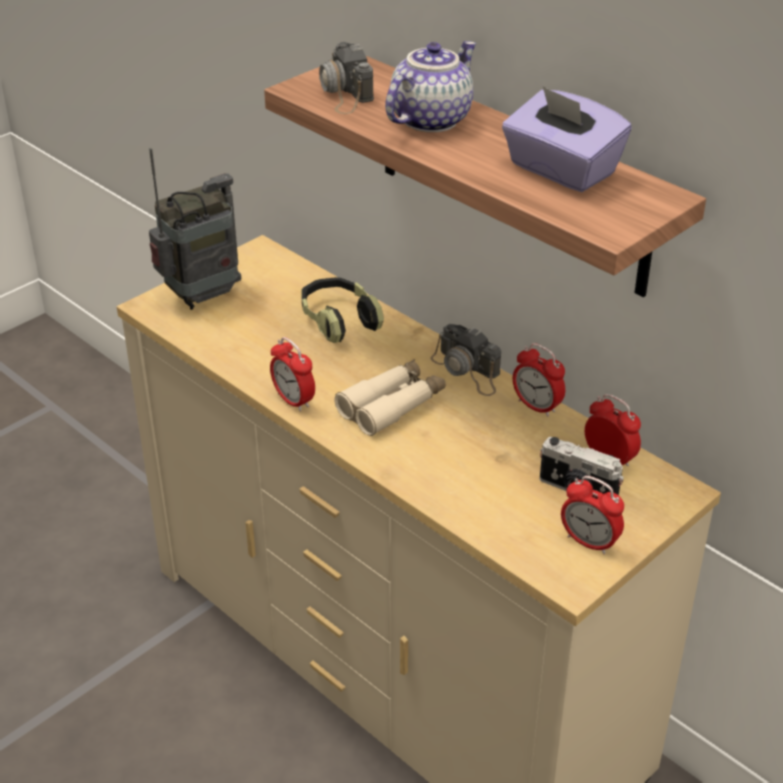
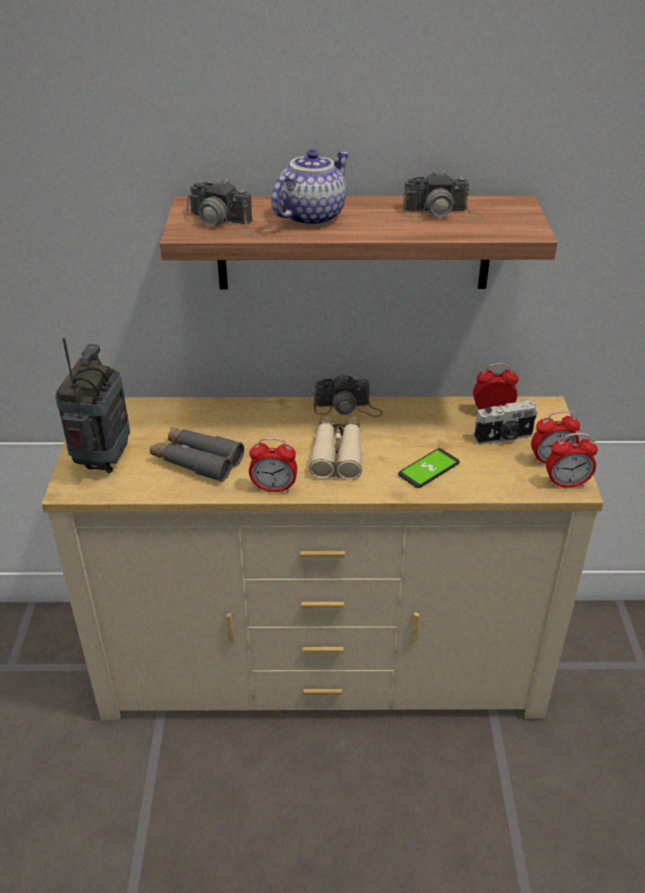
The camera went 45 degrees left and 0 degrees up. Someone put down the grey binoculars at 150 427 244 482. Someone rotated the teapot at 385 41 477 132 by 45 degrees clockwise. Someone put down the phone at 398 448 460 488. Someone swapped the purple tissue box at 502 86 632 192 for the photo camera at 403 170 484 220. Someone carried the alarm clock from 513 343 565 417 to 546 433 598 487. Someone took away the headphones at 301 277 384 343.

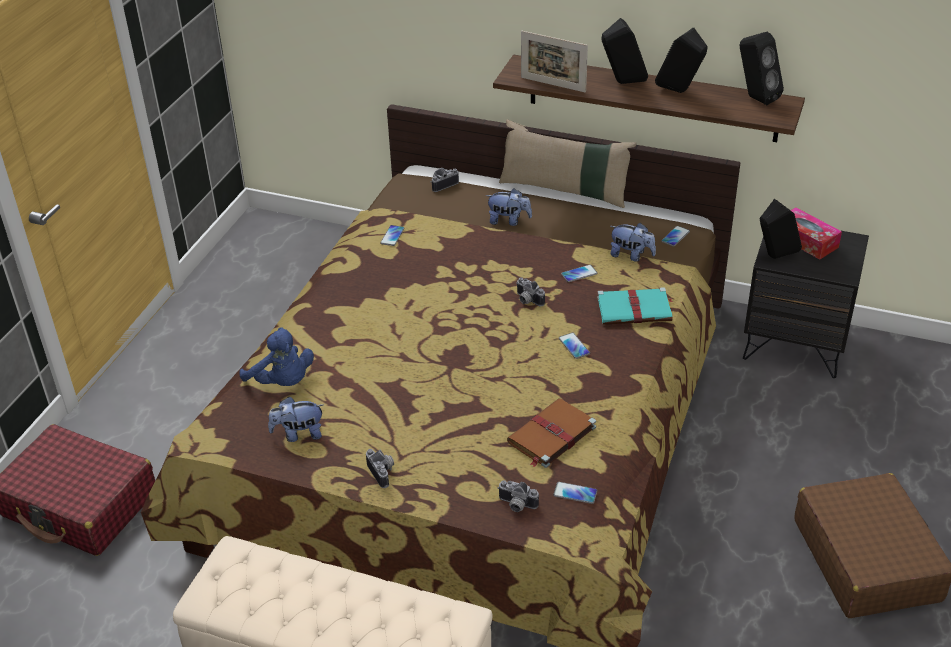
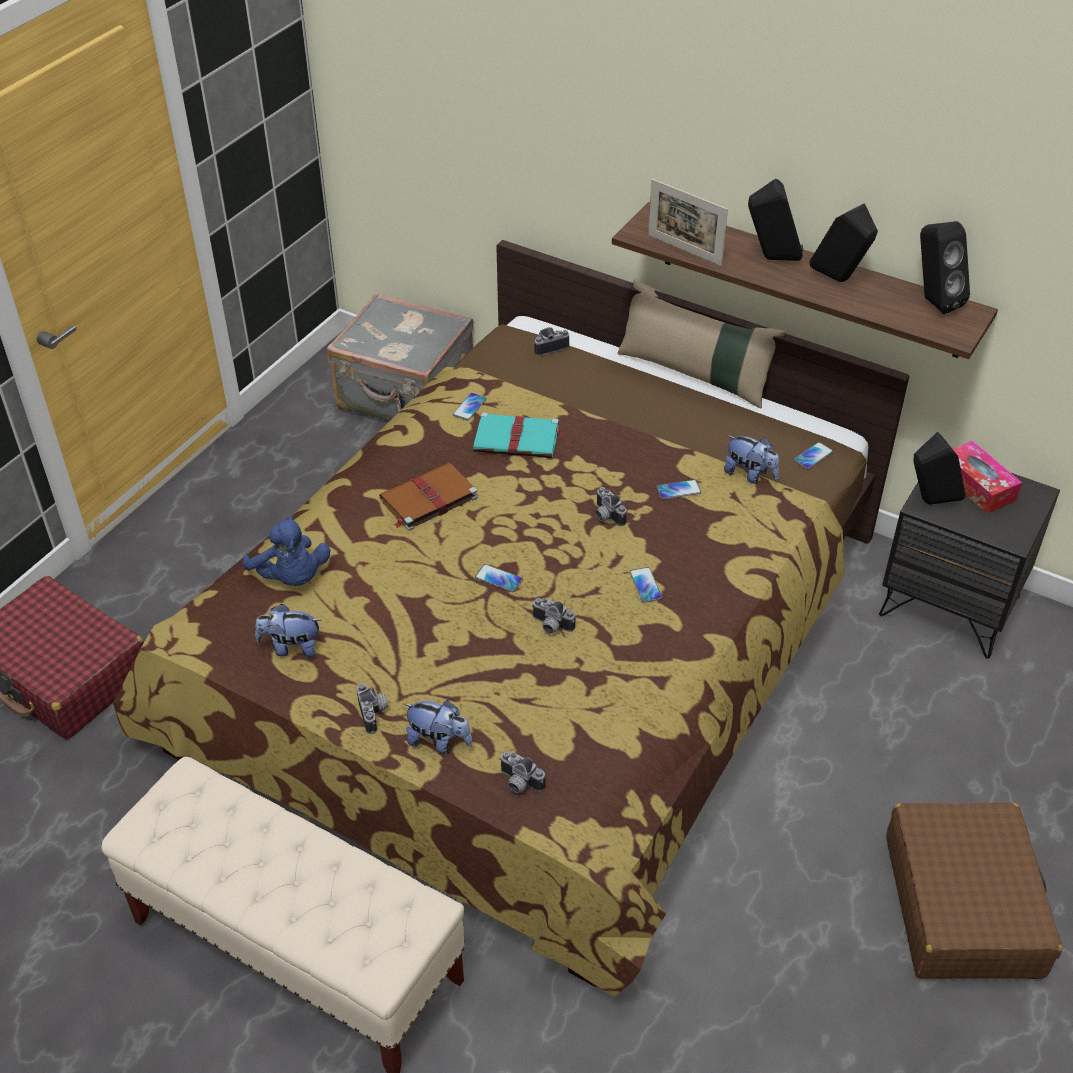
The camera went 10 degrees right and 5 degrees up. Someone put down the grey suitcase at 327 293 473 421. Someone carried the brown book from 507 398 596 468 to 379 463 478 531. Someone carried the plush toy from 486 188 532 226 to 404 700 473 754. Someone carried the turquoise book from 597 287 673 324 to 473 412 564 458. Someone carried the phone from 553 482 598 504 to 475 564 523 592. Someone put down the photo camera at 532 598 575 634.

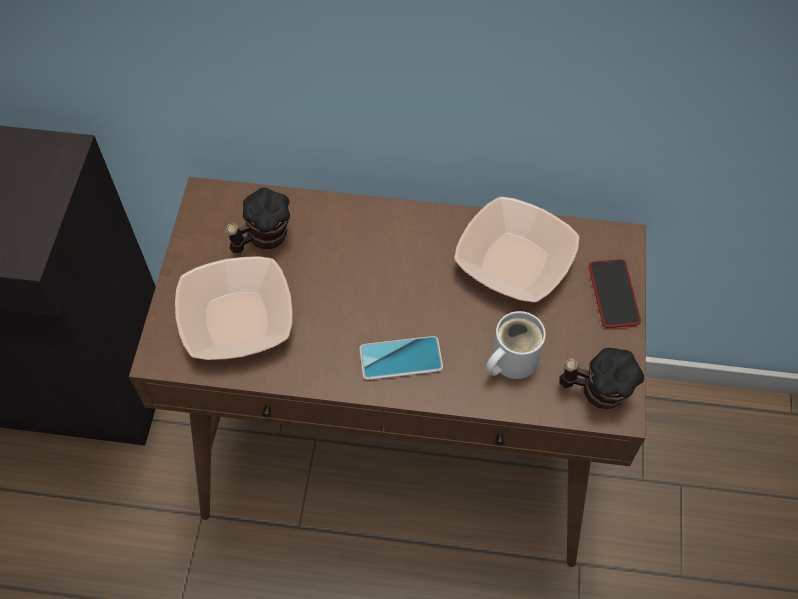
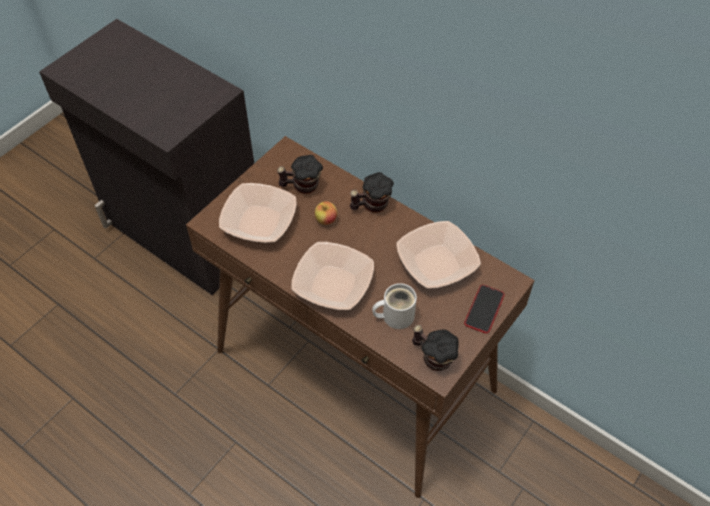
The camera went 30 degrees right and 5 degrees down. Someone swapped the phone at 359 336 443 380 for the bowl at 291 242 374 310. Someone put down the apple at 314 201 337 225. Someone put down the mug at 350 172 394 213.

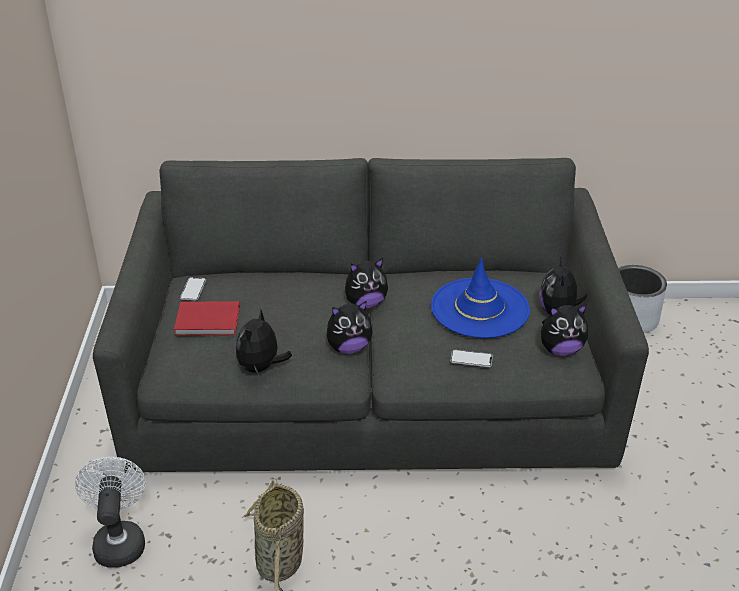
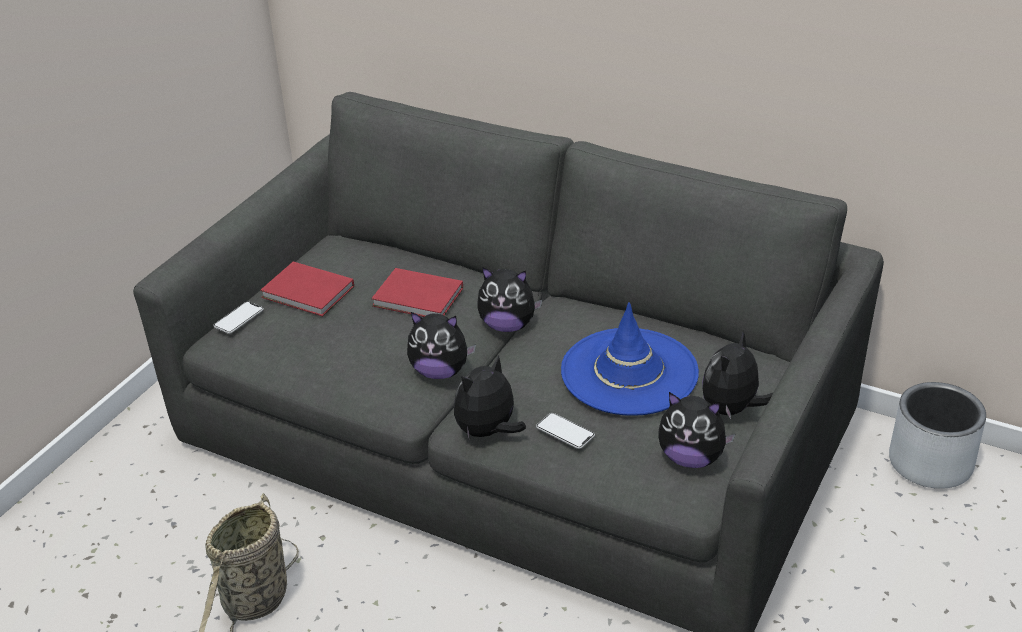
The camera went 30 degrees right and 0 degrees up. Someone carried the phone from 180 277 206 301 to 213 301 264 334. Someone put down the red book at 371 268 463 317. Someone carried the plush toy from 236 308 292 375 to 454 355 526 442. Someone took away the white fan at 75 457 146 568.

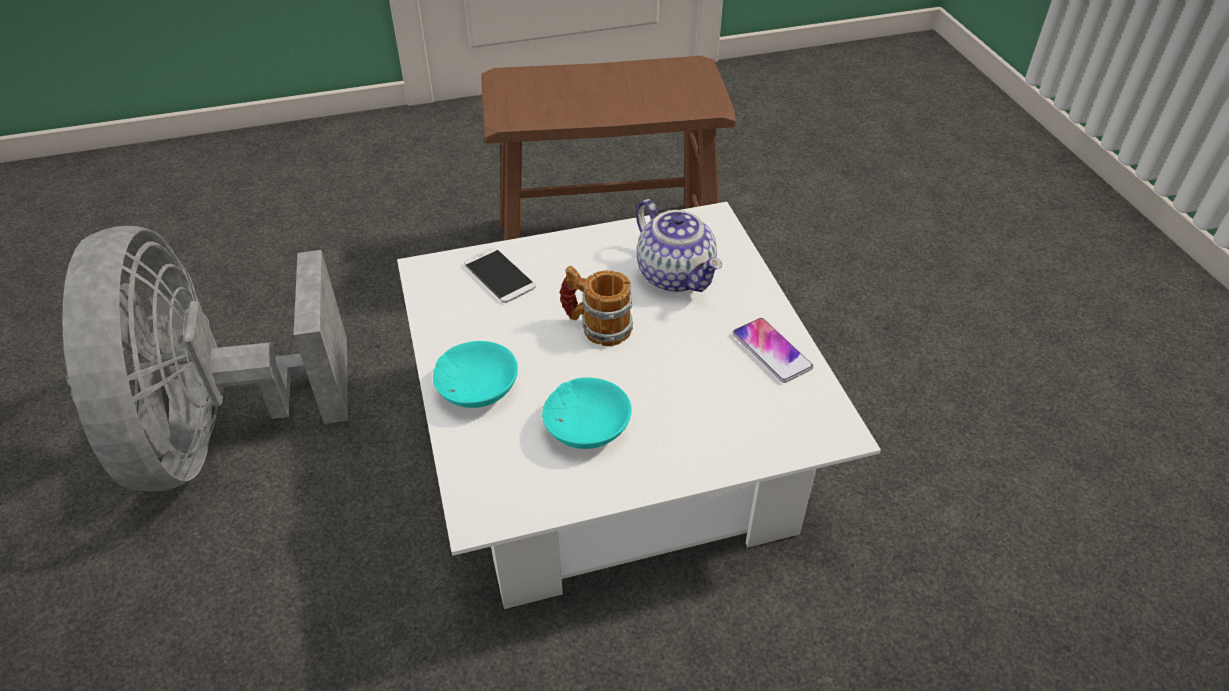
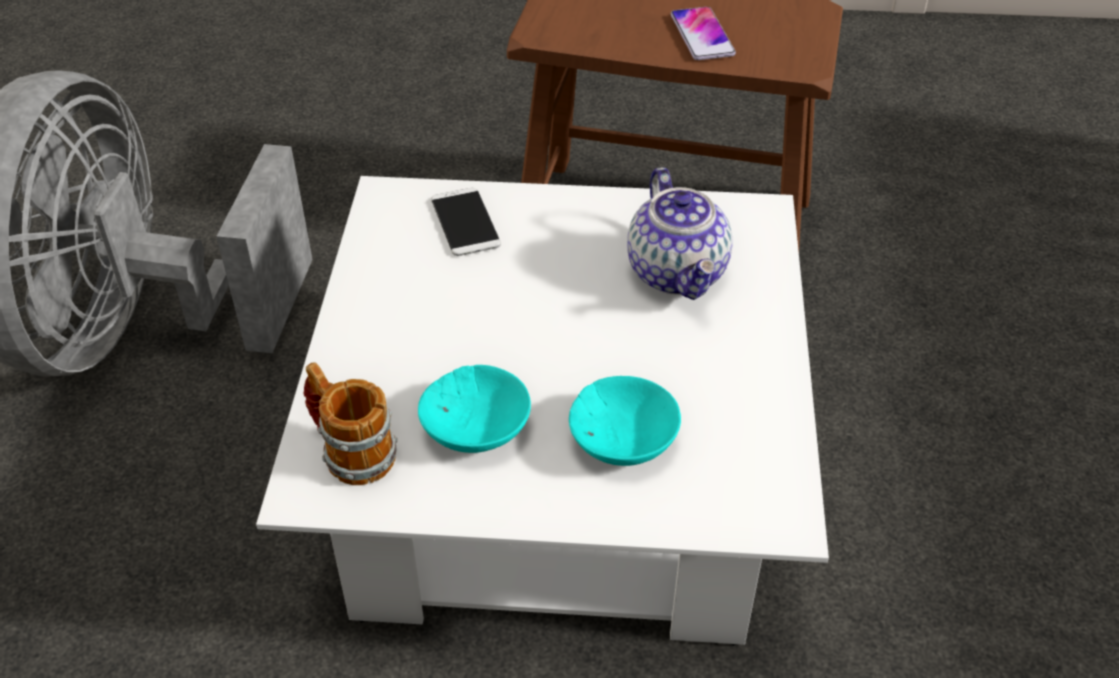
The camera went 20 degrees right and 0 degrees up. Someone carried the mug from 559 266 633 346 to 303 362 397 485. Someone carried the turquoise bowl from 433 341 518 408 to 569 376 681 466. Someone carried the phone from 733 318 813 383 to 671 7 736 60.

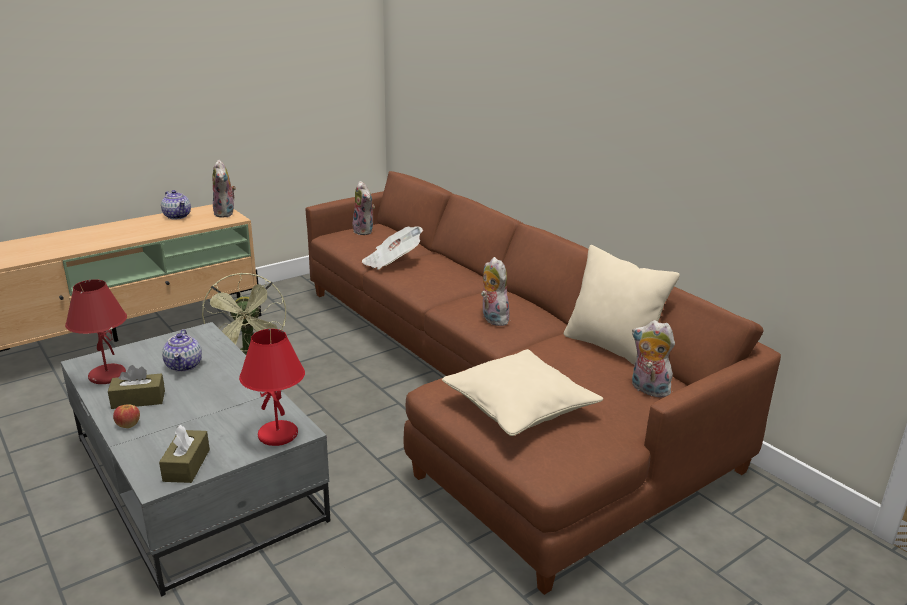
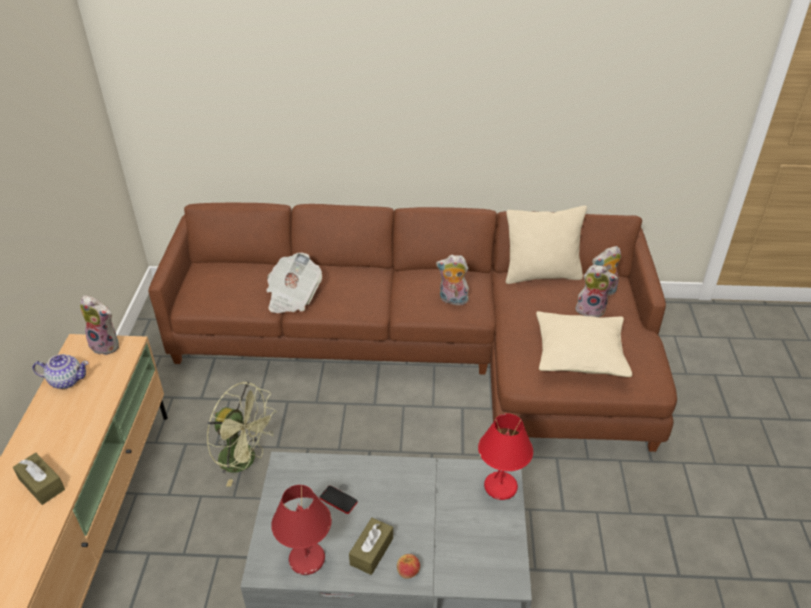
The camera went 50 degrees left and 15 degrees up. Someone carried the brown tissue box from 159 425 210 483 to 13 453 65 505. Someone swapped the teapot at 162 329 202 372 for the phone at 320 486 358 514. Someone carried the plush toy from 352 181 375 235 to 576 264 618 317.

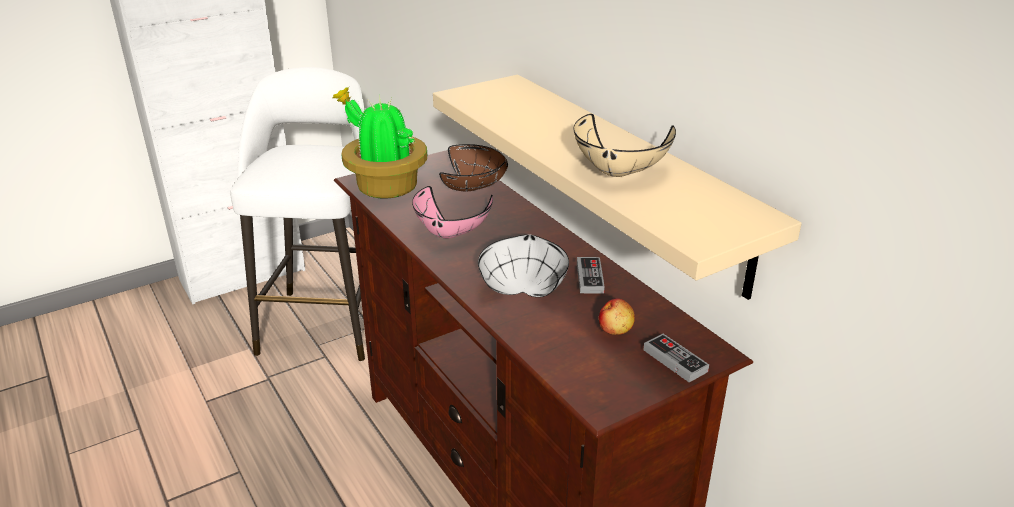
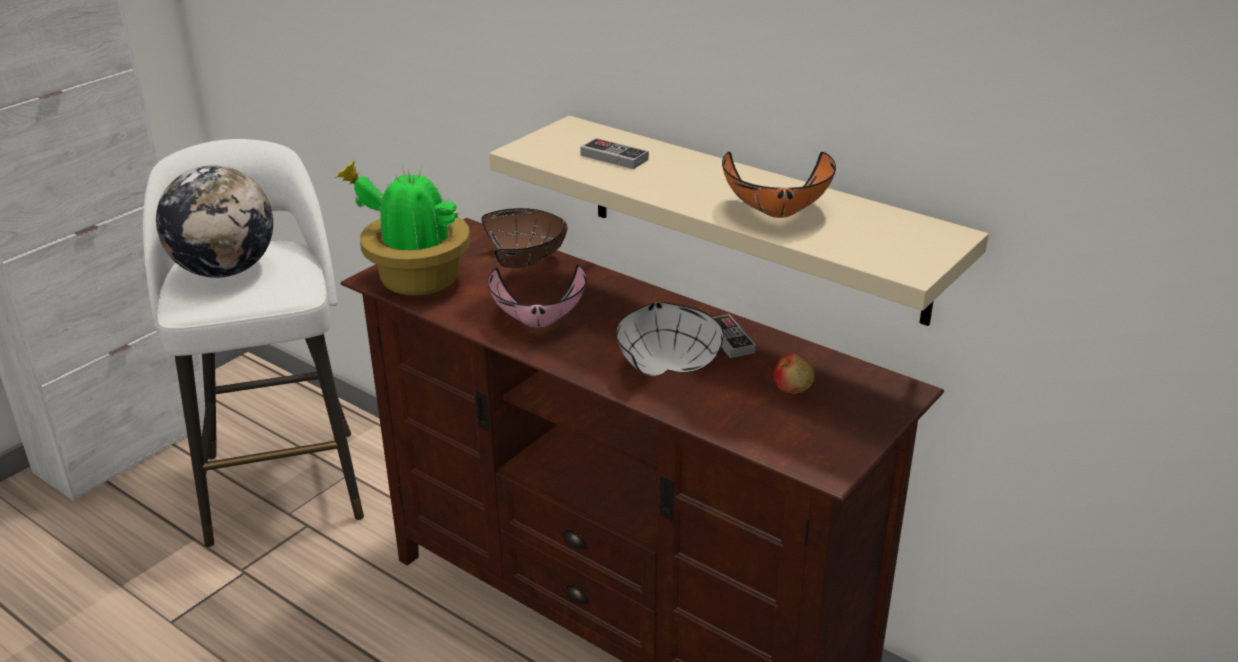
The camera went 20 degrees left and 0 degrees up. Someone put down the globe at 156 165 273 278. Someone carried the game controller from 643 334 709 382 to 580 138 649 169. Someone repainted the beige bowl at 574 114 676 177, which became the orange bowl at 722 152 836 218.

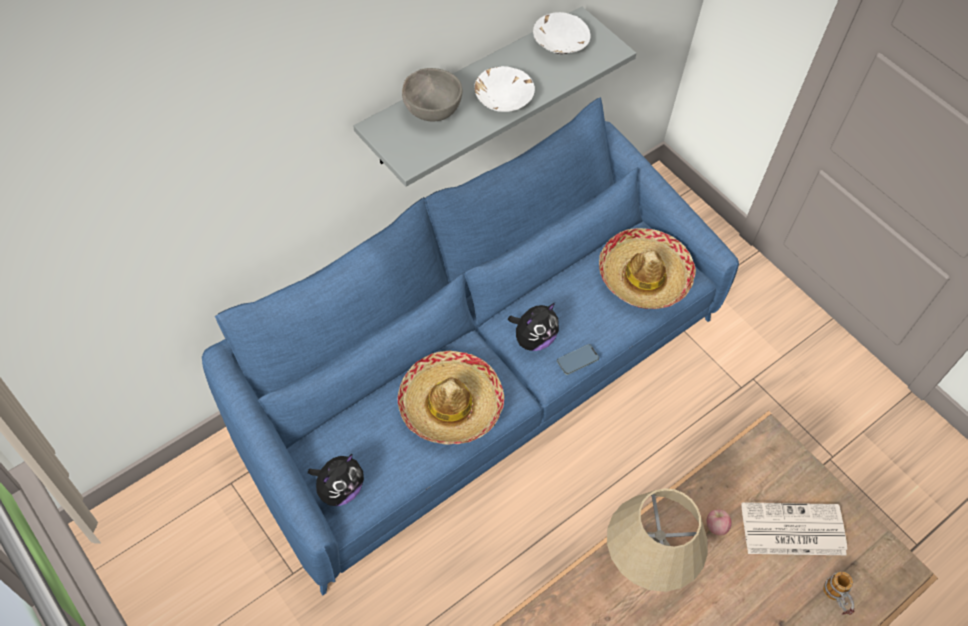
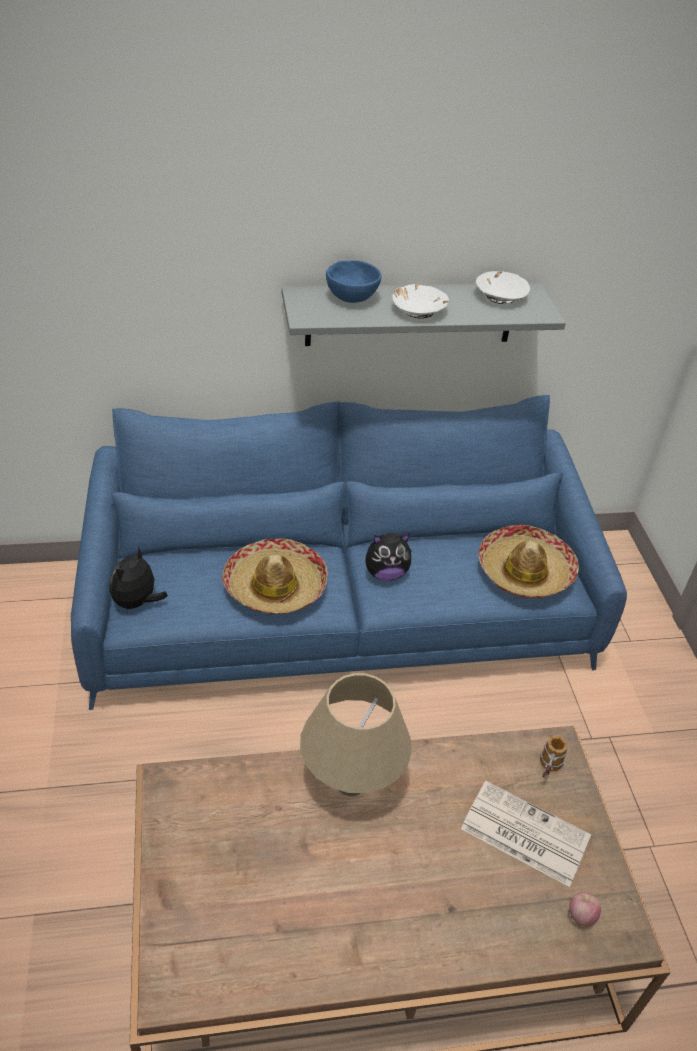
The camera went 30 degrees right and 15 degrees down. Someone rotated the plush toy at 308 454 364 506 by 135 degrees clockwise. Someone repainted the grey bowl at 402 68 462 121, which became the blue bowl at 326 260 381 303. Someone carried the mug from 823 571 855 615 to 540 736 568 777. Someone carried the apple from 707 510 732 535 to 569 892 601 927. Someone took away the phone at 557 344 599 375.

